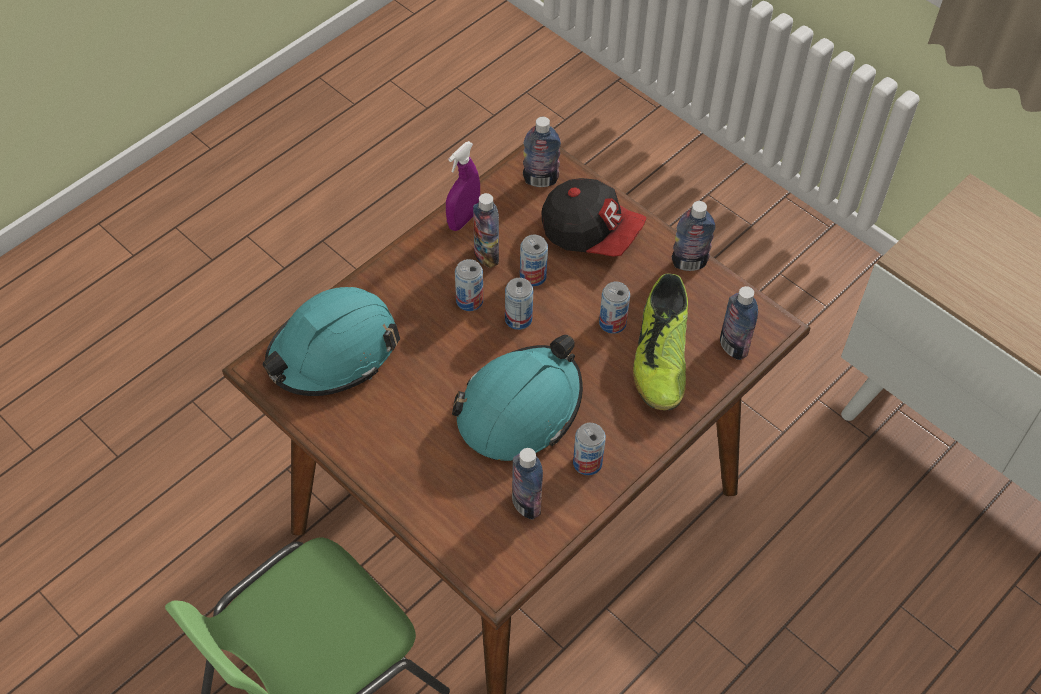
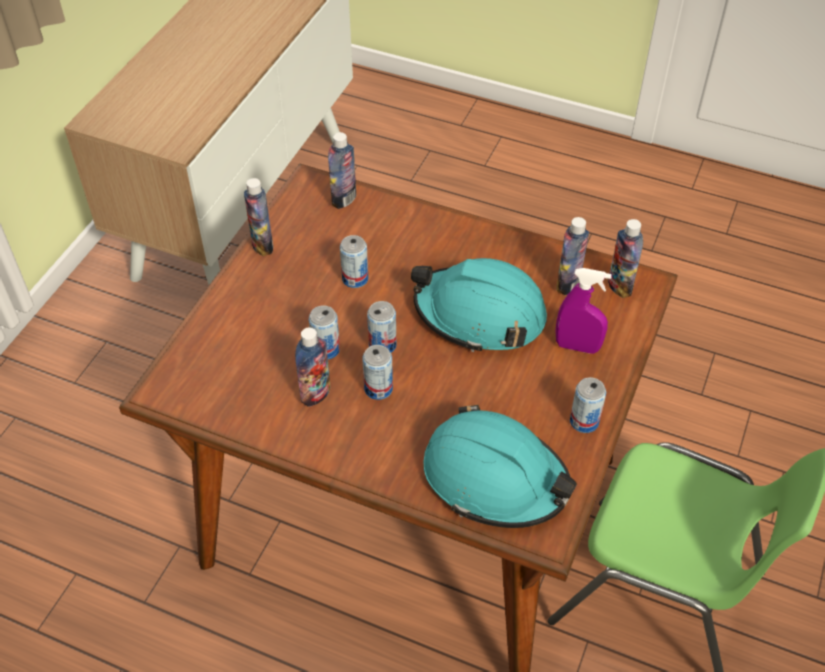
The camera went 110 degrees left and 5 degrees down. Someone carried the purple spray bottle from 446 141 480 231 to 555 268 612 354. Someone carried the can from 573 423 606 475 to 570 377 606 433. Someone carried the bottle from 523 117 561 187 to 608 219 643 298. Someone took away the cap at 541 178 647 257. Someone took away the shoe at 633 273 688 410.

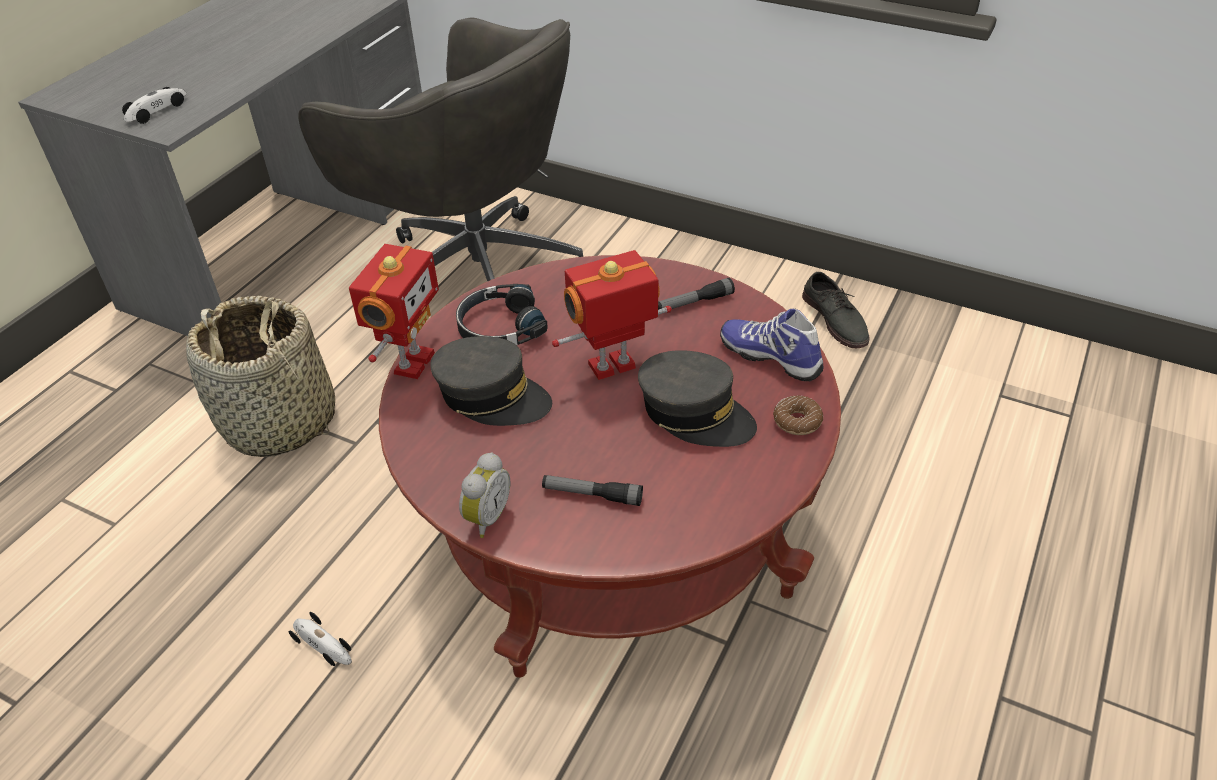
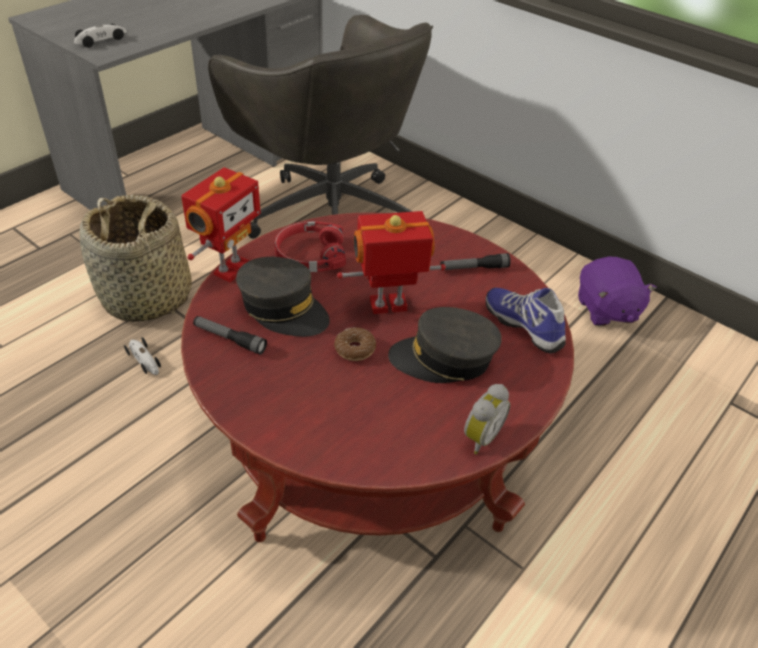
The camera went 10 degrees right and 0 degrees up. Someone carried the toy car from 289 612 352 666 to 124 337 161 375. Someone carried the flashlight from 542 475 643 506 to 193 316 267 355. Someone repainted the black headphones at 456 284 548 345, which became the red headphones at 274 222 346 272. Someone carried the donut from 773 395 823 435 to 334 327 376 361. Someone rotated the grey cap at 638 350 757 447 by 135 degrees clockwise. Someone carried the alarm clock from 459 452 511 538 to 464 384 510 454. Someone swapped the grey shoe at 802 272 870 348 for the purple plush toy at 578 257 657 326.

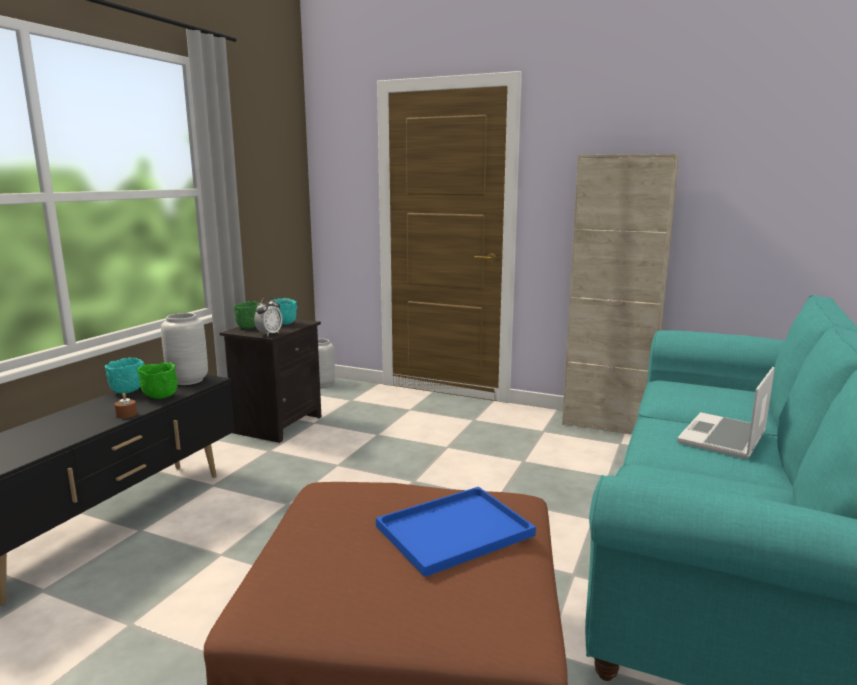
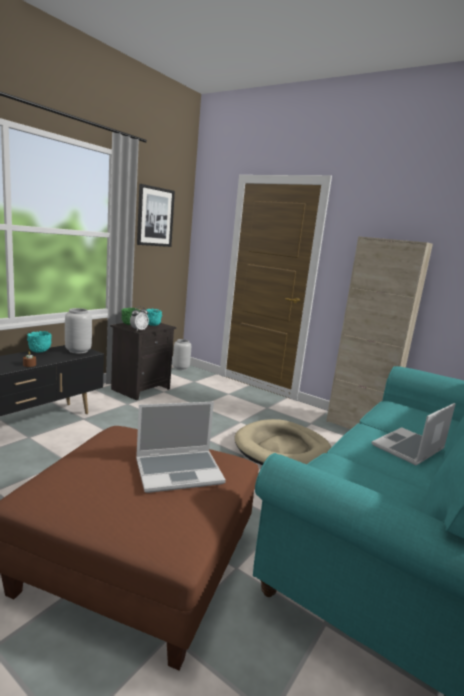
The camera went 10 degrees right and 0 degrees up. Someone swapped the blue tray at 376 487 536 577 for the laptop at 136 402 226 493. Someone put up the picture at 137 184 175 247. Someone put down the beige dog bed at 235 419 331 465. Someone took away the green bowl at 137 362 178 399.

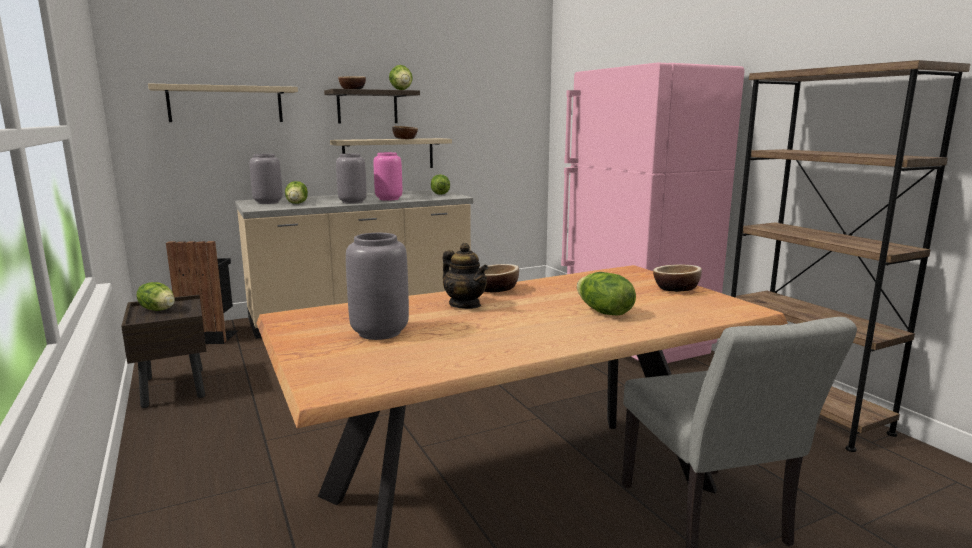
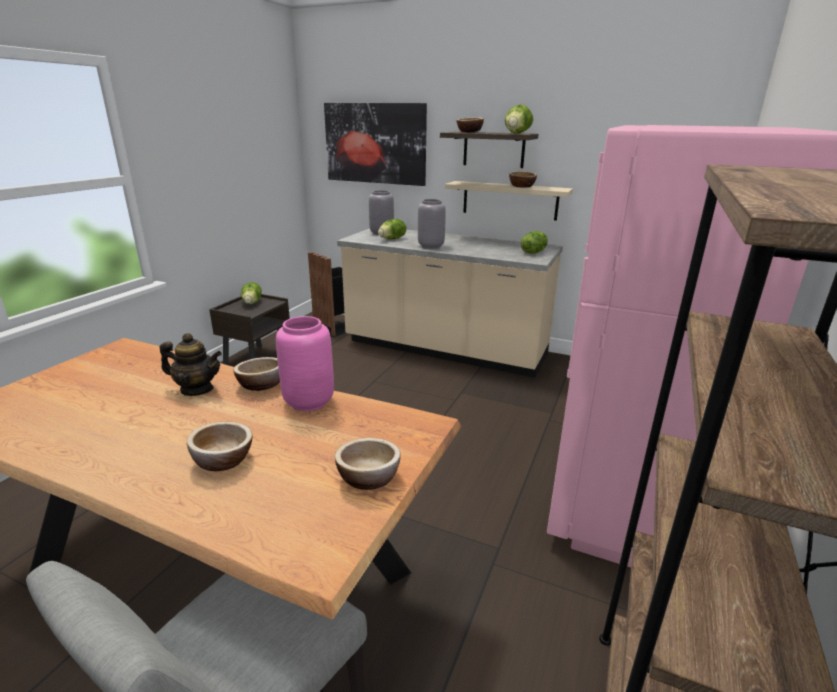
The camera went 50 degrees right and 10 degrees up. Someone rotated the teapot at 442 243 488 309 by 90 degrees counterclockwise. Someone swapped the lettuce at 577 272 636 315 for the bowl at 187 422 252 471. Someone carried the pink vase from 374 152 402 201 to 276 316 334 411. Someone swapped the beige shelf at 148 83 298 122 for the picture at 324 103 427 186. Someone took away the grey vase at 346 233 409 340.

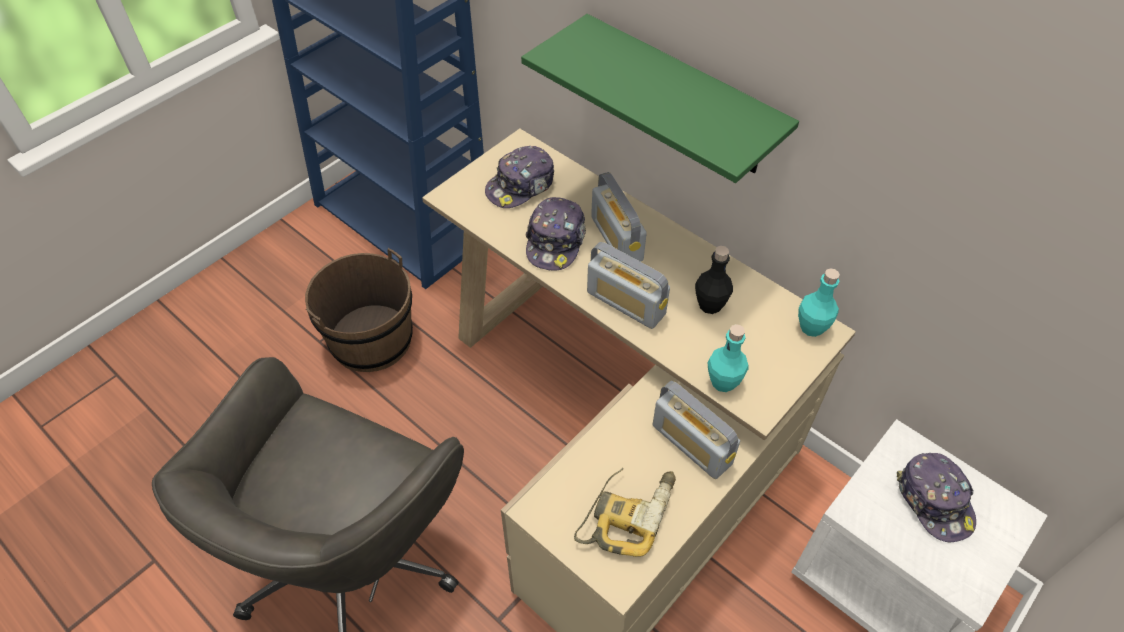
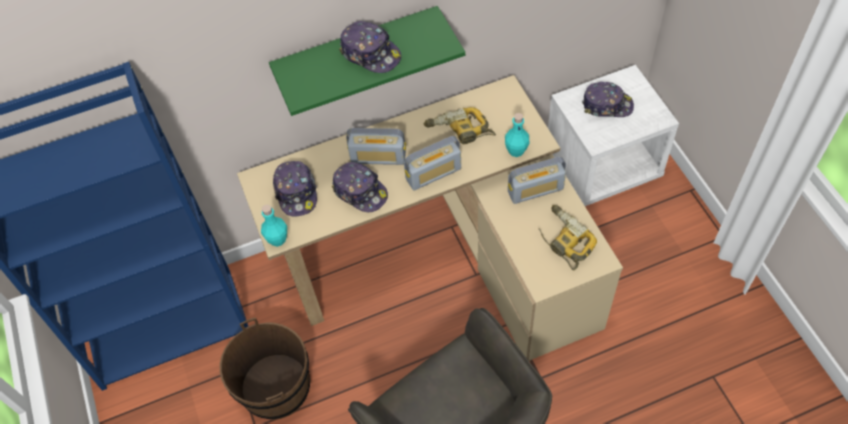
The camera went 60 degrees left and 5 degrees up. Someone carried the turquoise bottle from 798 268 840 337 to 261 205 287 247. Someone put down the cap at 339 21 401 73. Someone swapped the black bottle at 695 246 733 314 for the power drill at 424 107 496 145.

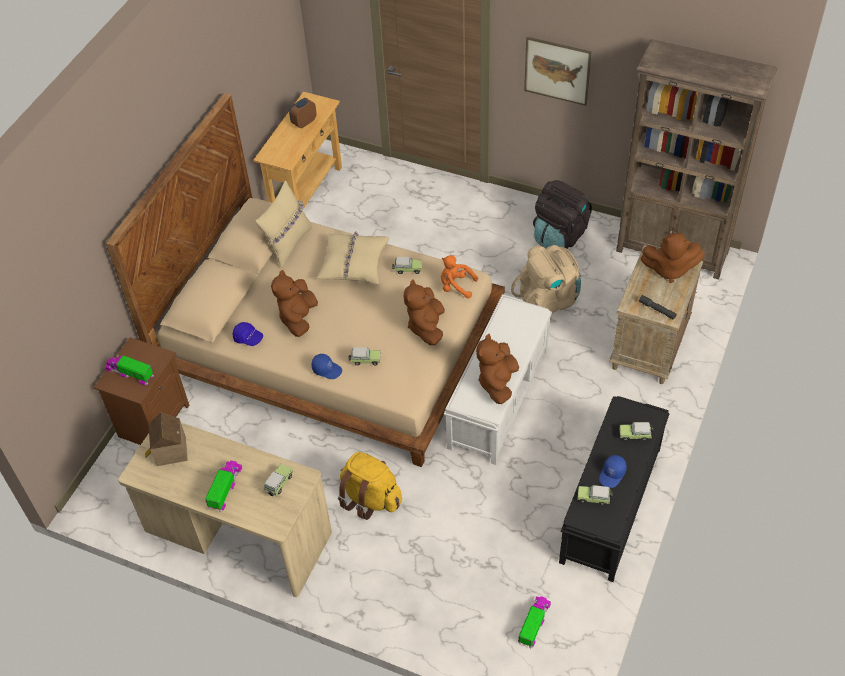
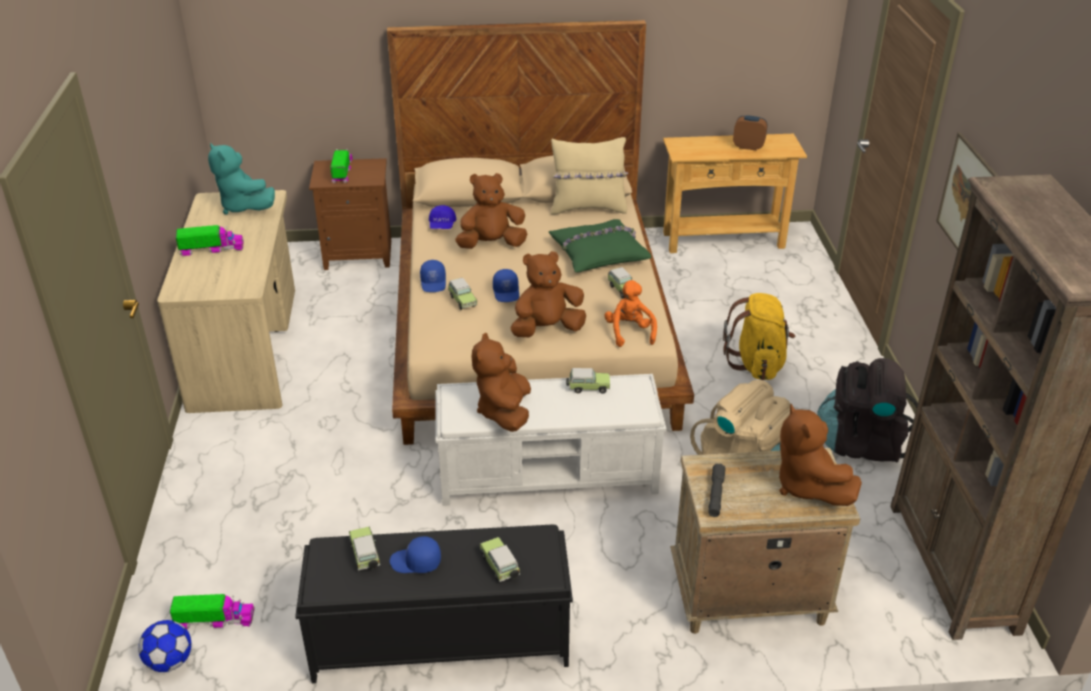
The camera went 60 degrees right and 15 degrees down. Someone put down the football at 138 620 192 672. Someone swapped the toy house at 145 413 188 466 for the turquoise plush toy at 208 143 275 215. Someone rotated the brown plush toy at 476 334 519 404 by 75 degrees counterclockwise. Someone put down the blue cap at 493 269 519 302. Someone repainted the beige pillow at 316 231 389 285, which became the green pillow at 549 219 652 272. Someone carried the toy car from 264 464 293 496 to 566 368 610 394. Someone carried the yellow backpack from 338 452 402 520 to 723 293 795 380.

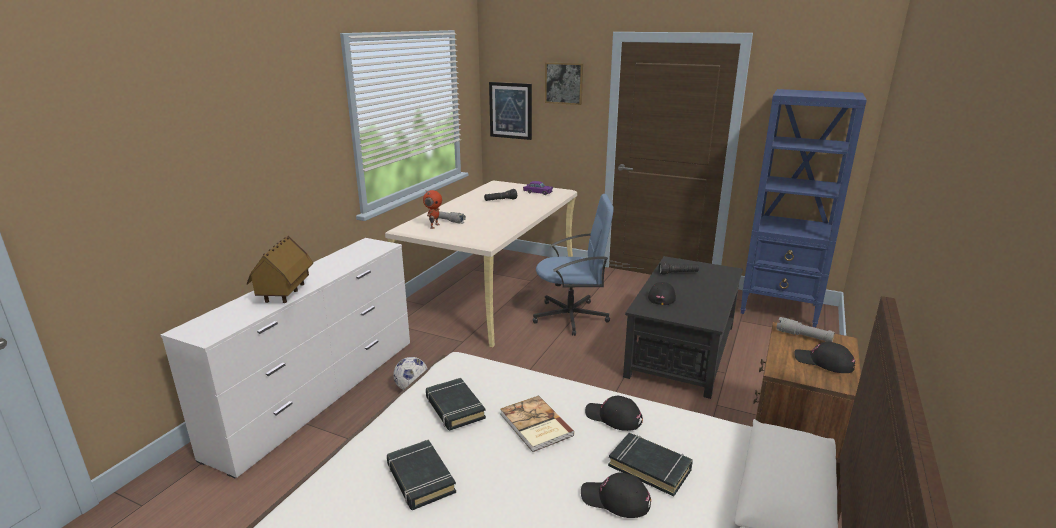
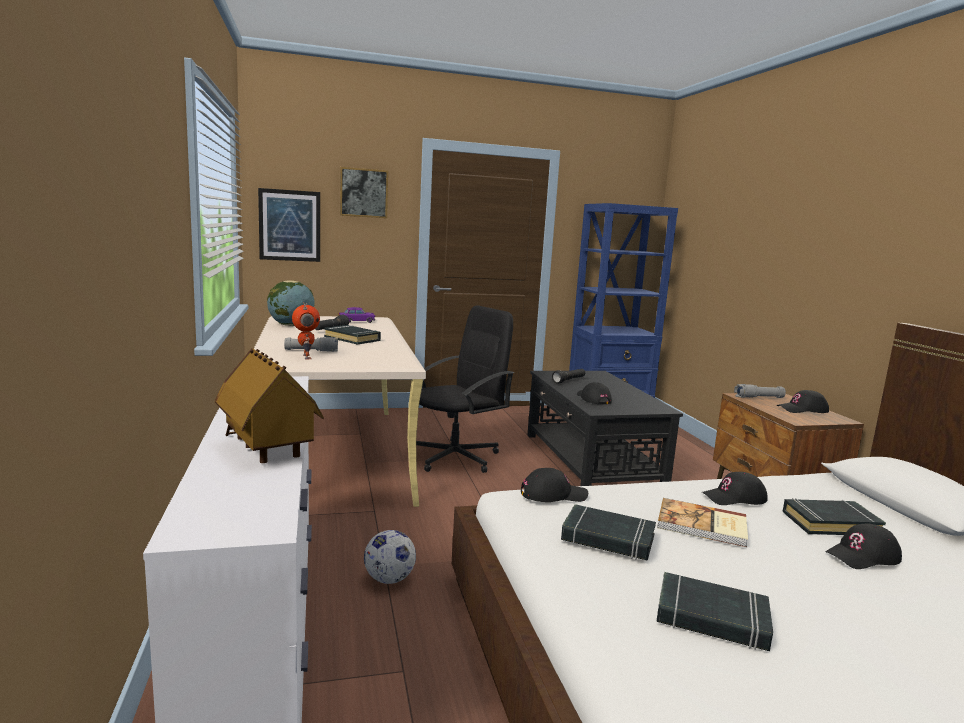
The camera went 40 degrees left and 10 degrees down. Someone put down the globe at 267 280 315 326. Someone put down the black book at 324 325 381 345. Someone repainted the blue office chair at 533 194 614 336, which became the black office chair at 416 305 514 473. Someone put down the black cap at 521 468 588 502.

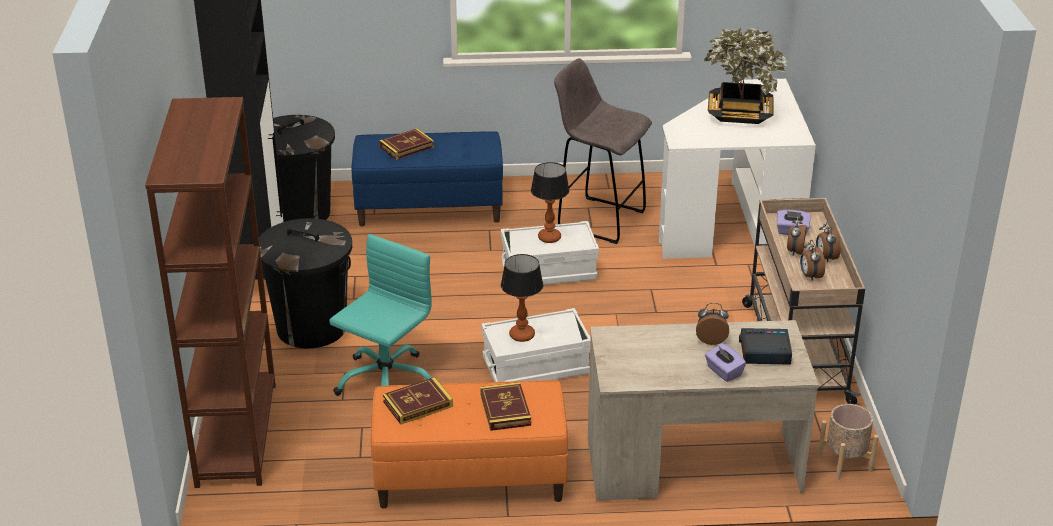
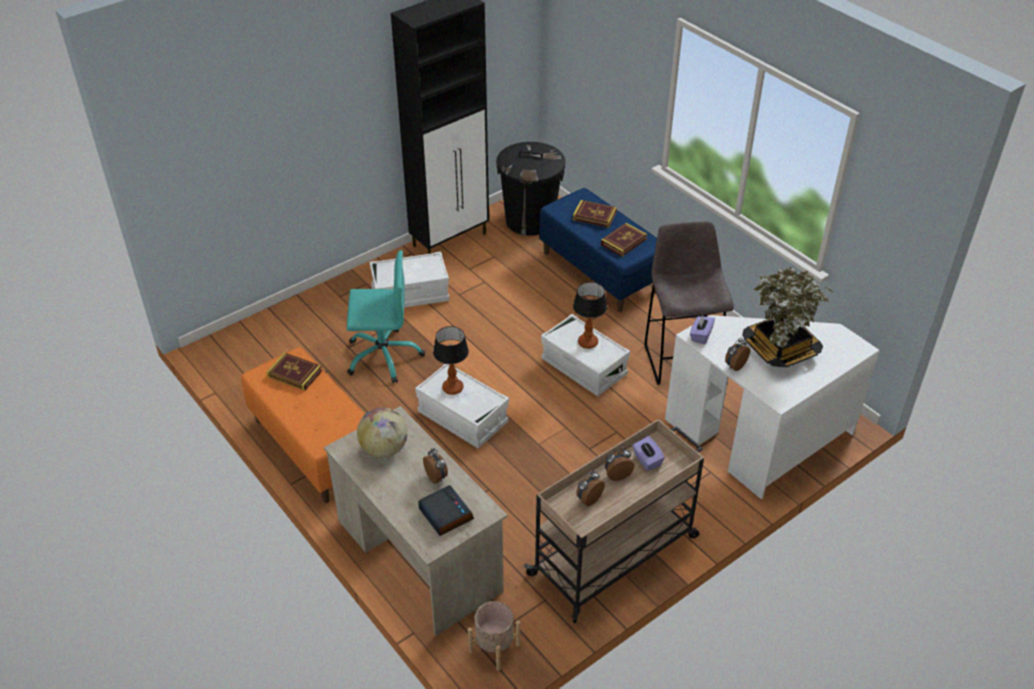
The camera went 55 degrees right and 10 degrees up. Someone put down the globe at 357 408 408 458. Someone swapped the black trash can at 259 218 352 349 for the white storage box at 369 252 449 308. Someone carried the book from 480 382 531 431 to 601 223 647 257. Someone carried the purple tissue box from 705 343 746 382 to 690 315 715 344. Someone carried the alarm clock from 816 222 841 262 to 725 337 750 371. Someone took away the brown bookcase at 145 97 276 488.

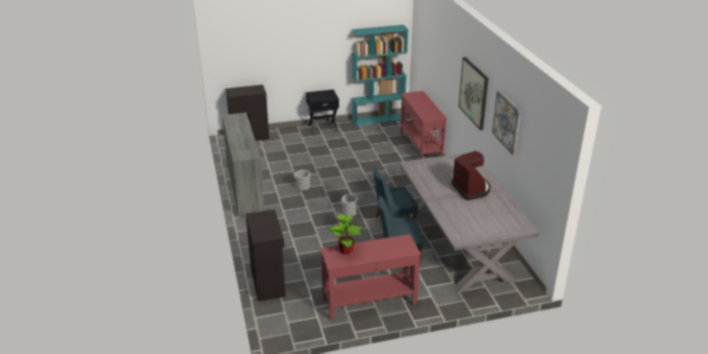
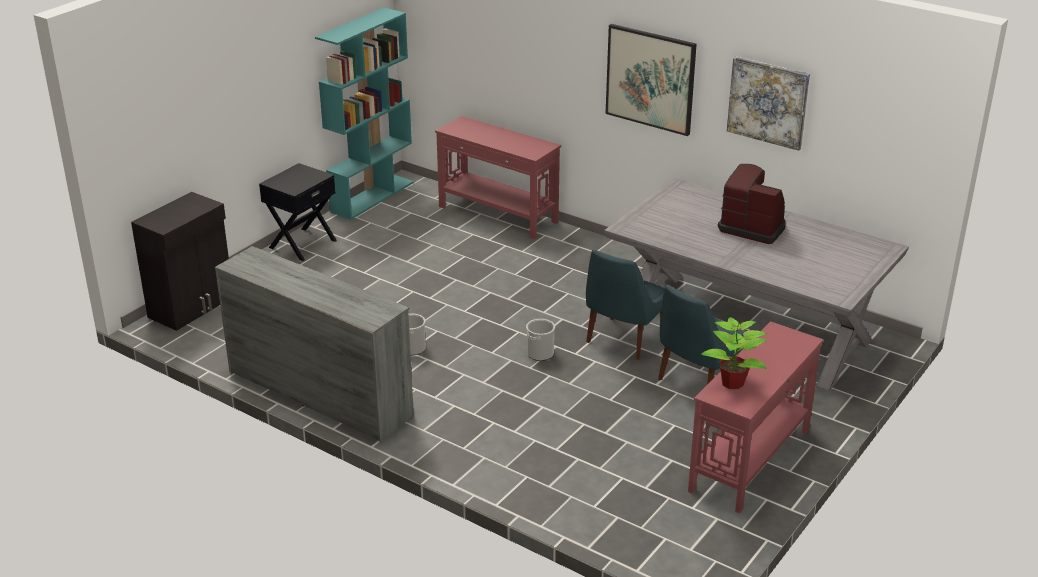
The camera went 40 degrees left and 0 degrees up. Someone took away the black cabinet at 246 209 285 301.

